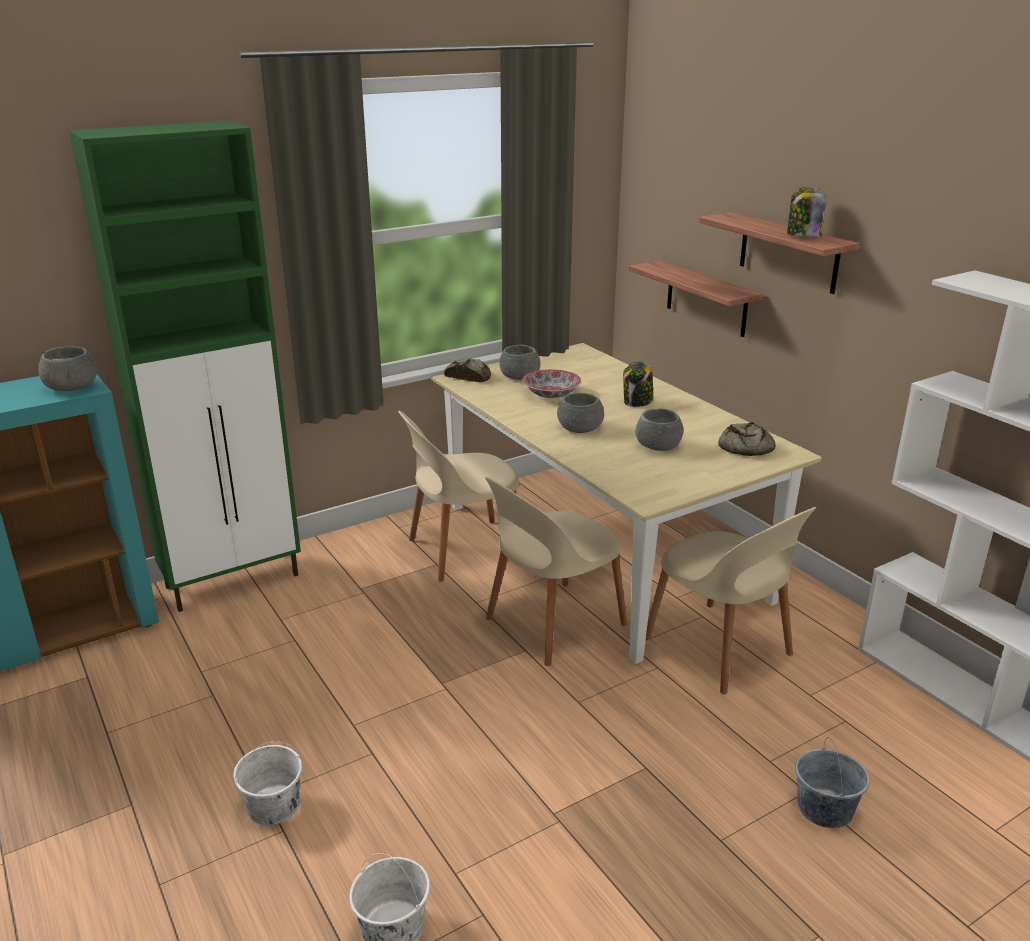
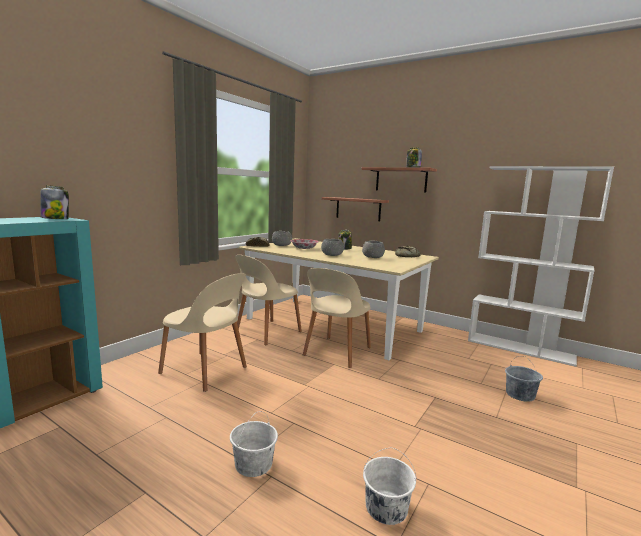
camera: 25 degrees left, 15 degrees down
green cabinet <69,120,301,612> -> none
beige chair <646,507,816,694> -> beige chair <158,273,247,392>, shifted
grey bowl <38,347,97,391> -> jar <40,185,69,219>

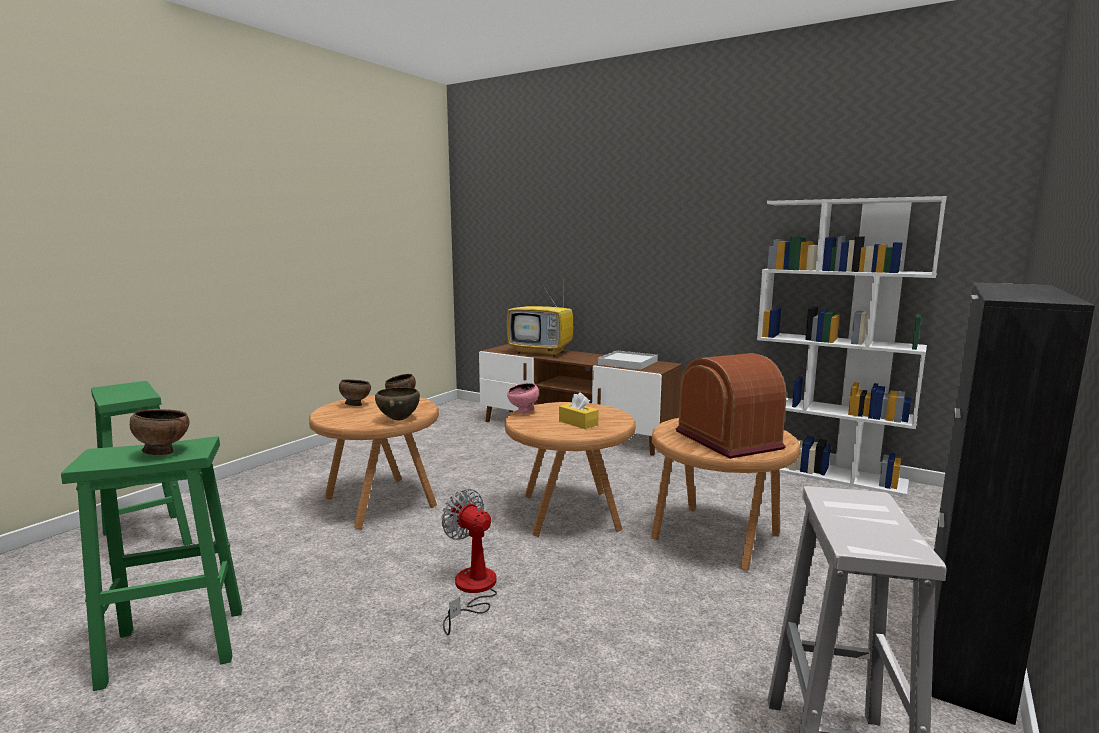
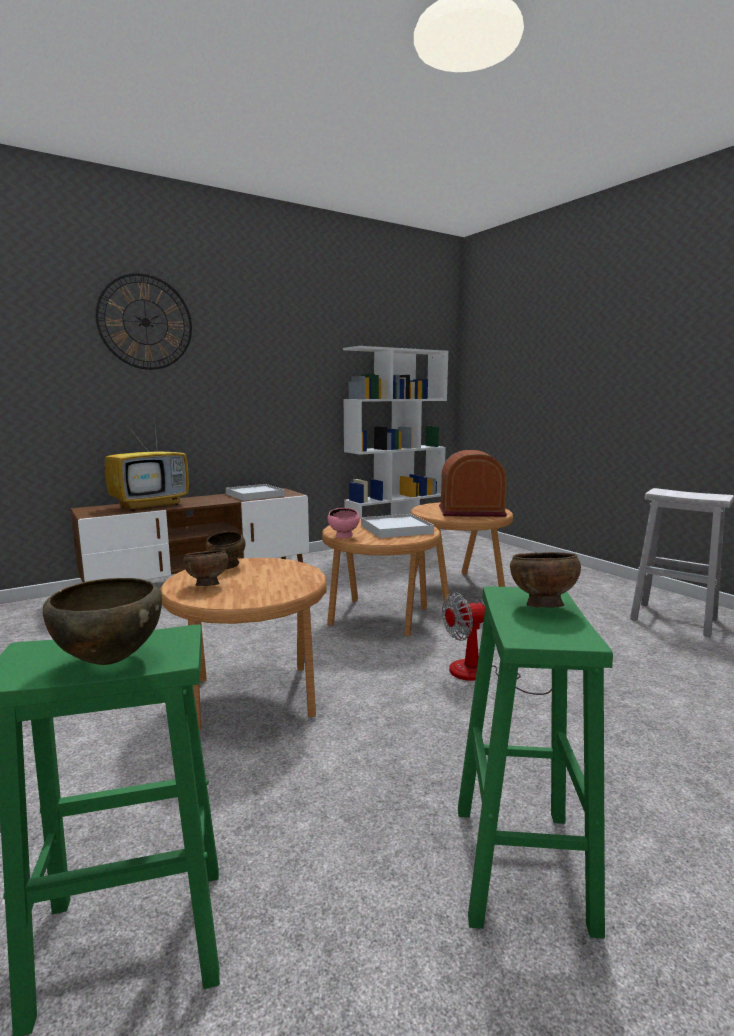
camera: 65 degrees left, 0 degrees up
black cabinet <932,283,1095,725> -> none
none -> wall clock <95,273,192,370>
brown bowl <375,387,420,420> -> brown bowl <43,578,162,665>, shifted
yellow tissue box <559,392,599,429> -> white tray <361,514,434,538>

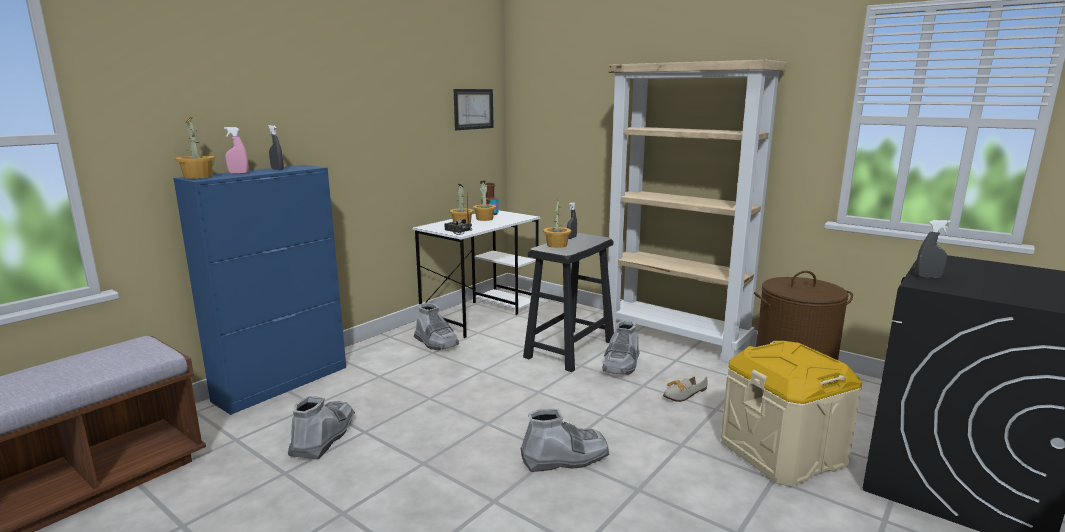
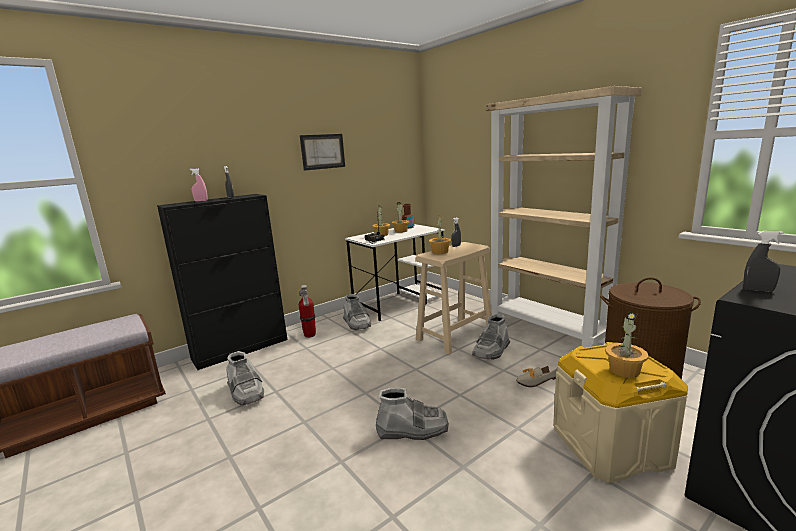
camera: 15 degrees right, 0 degrees up
none -> fire extinguisher <299,285,316,338>
potted plant <175,117,215,179> -> potted plant <605,312,648,378>, shifted
picture <454,89,494,130> -> picture <300,134,345,171>, shifted
blue cabinet <173,165,346,415> -> black cabinet <157,194,287,370>
black stool <523,233,614,372> -> beige stool <415,242,492,354>
grey boot <288,396,355,459> -> grey boot <226,351,264,406>, 120 degrees clockwise

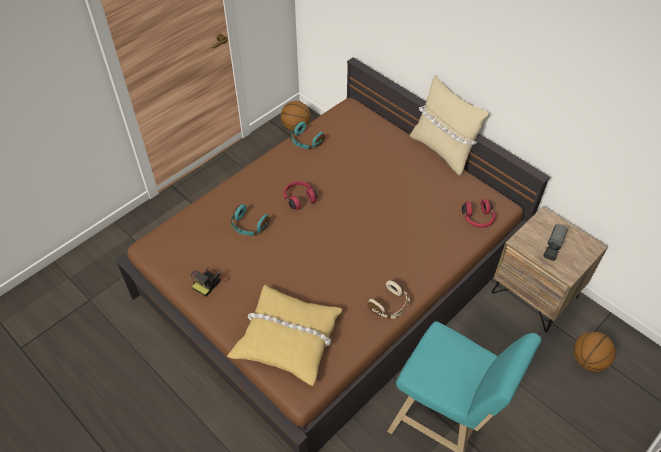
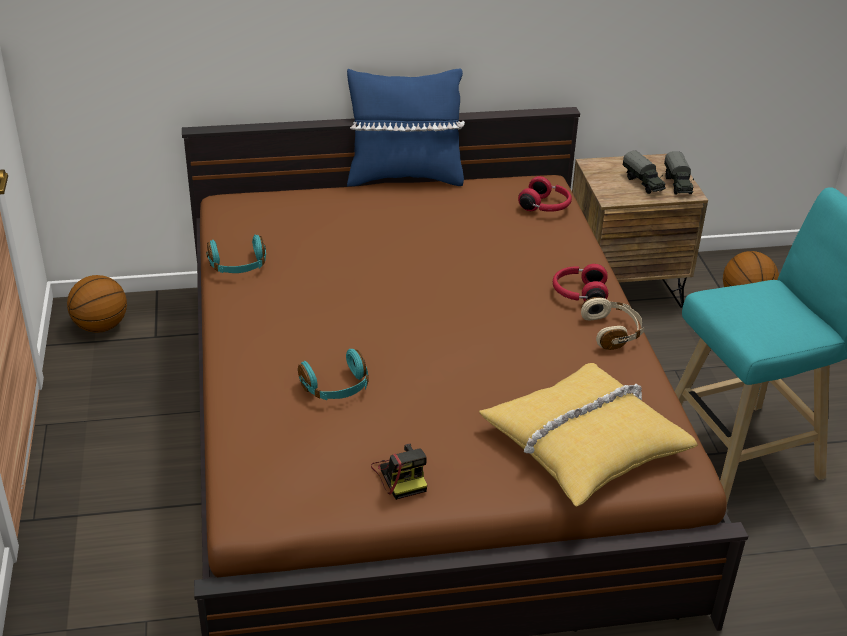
camera: 55 degrees left, 15 degrees down
none -> toy truck <664,151,694,195>
red headphones <284,181,318,210> -> red headphones <553,264,608,301>, shifted
beige pillow <410,75,489,176> -> blue pillow <347,69,465,187>

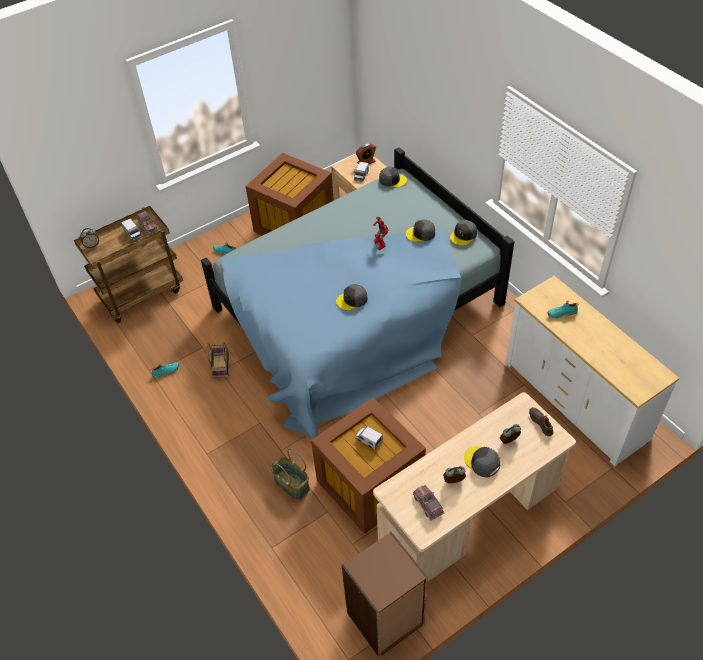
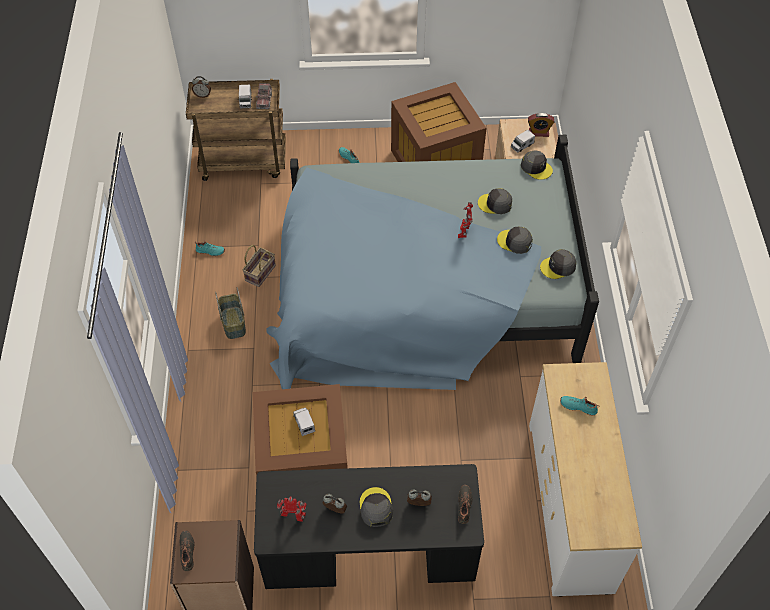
camera: 30 degrees right, 5 degrees up
none -> black shoe <179,530,195,571>
basket <271,448,310,500> -> basket <215,287,246,339>, shifted
grey cap <336,284,368,311> -> grey cap <478,188,512,214>, shifted
toy truck <413,485,444,520> -> toy robot <277,496,307,522>
beige desk <373,392,576,581> -> black desk <254,464,484,589>

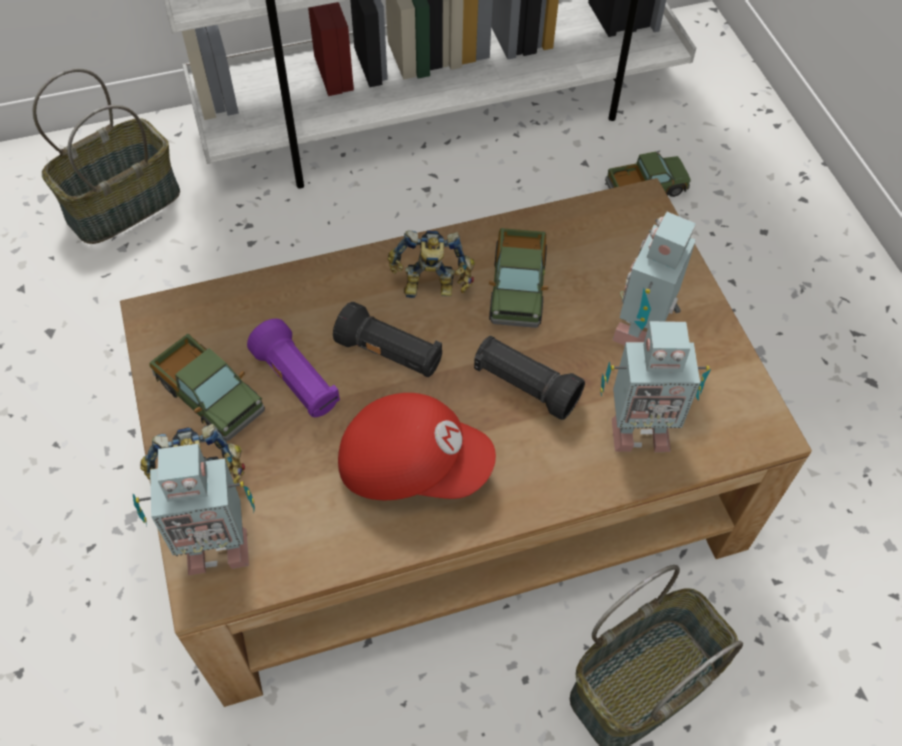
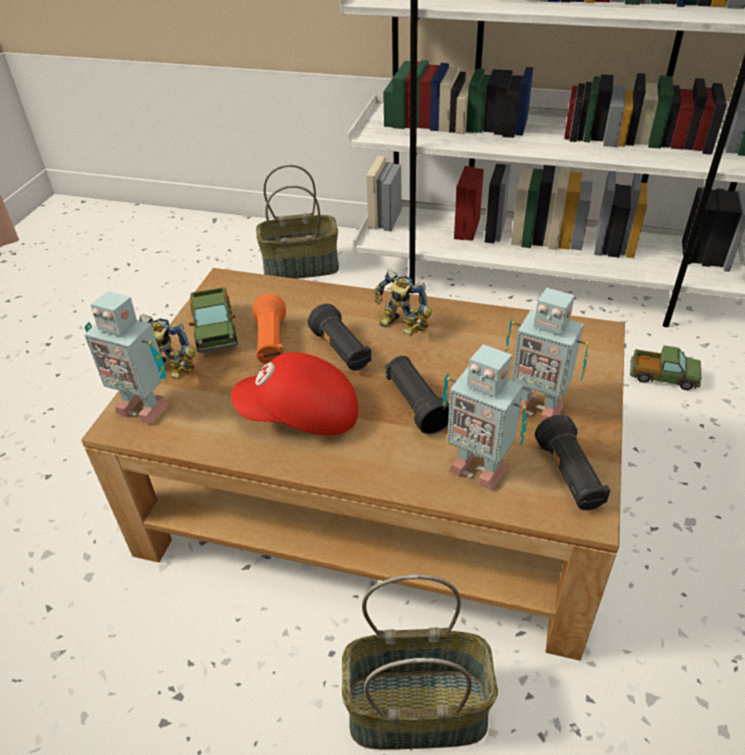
camera: 35 degrees right, 15 degrees down
toy truck <489,228,548,328> -> none
none -> black flashlight <535,415,610,510>
purple flashlight <247,319,340,417> -> orange flashlight <253,294,286,364>
red cap <338,393,496,500> -> red cap <231,352,358,435>, 135 degrees clockwise
toy robot <612,212,696,345> -> toy robot <506,288,589,422>, 120 degrees counterclockwise

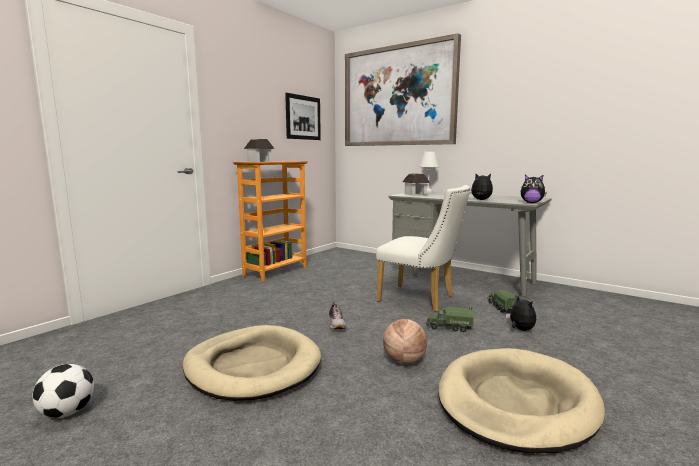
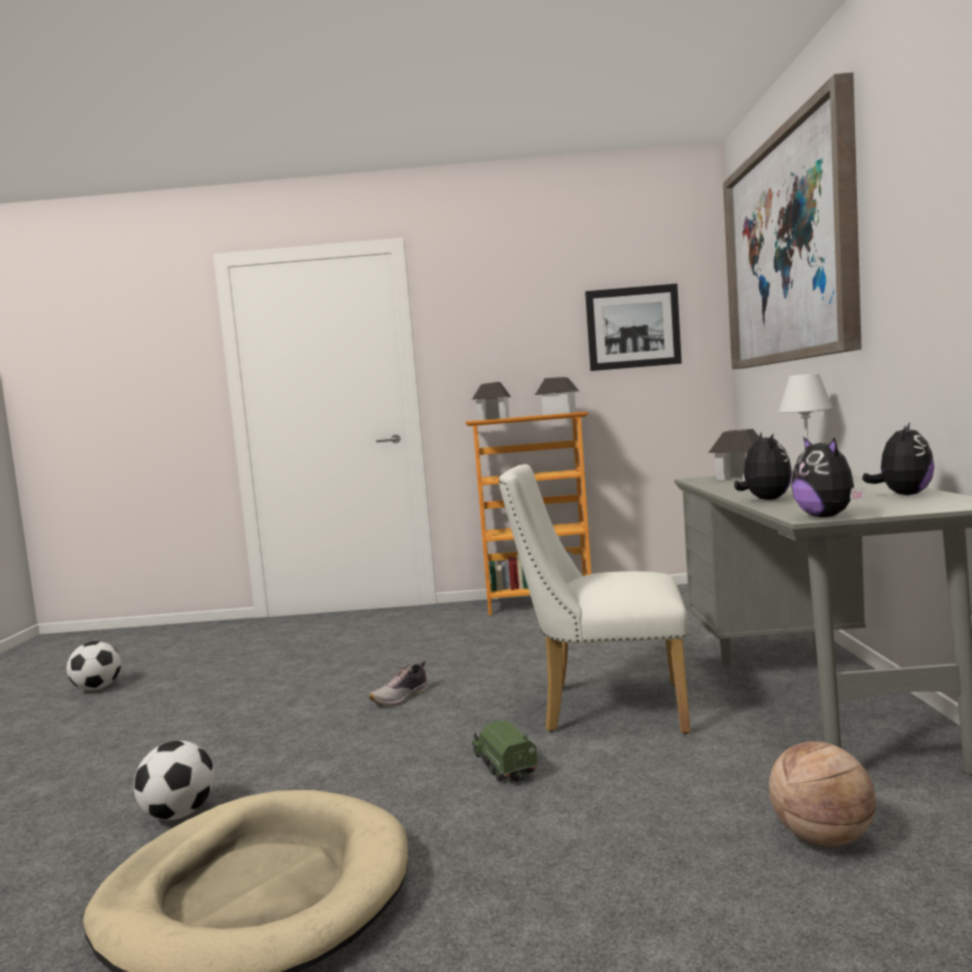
camera: 55 degrees right, 5 degrees down
beige dog bed <182,325,321,401> -> none
toy truck <487,289,518,314> -> none
none -> football <134,741,214,820>
none -> toy house <535,377,579,415>
basketball <383,319,427,364> -> basketball <769,741,876,847>, shifted
plush toy <506,295,536,331> -> plush toy <862,423,934,495>, shifted
white chair <376,185,470,312> -> white chair <499,464,691,734>, 105 degrees clockwise

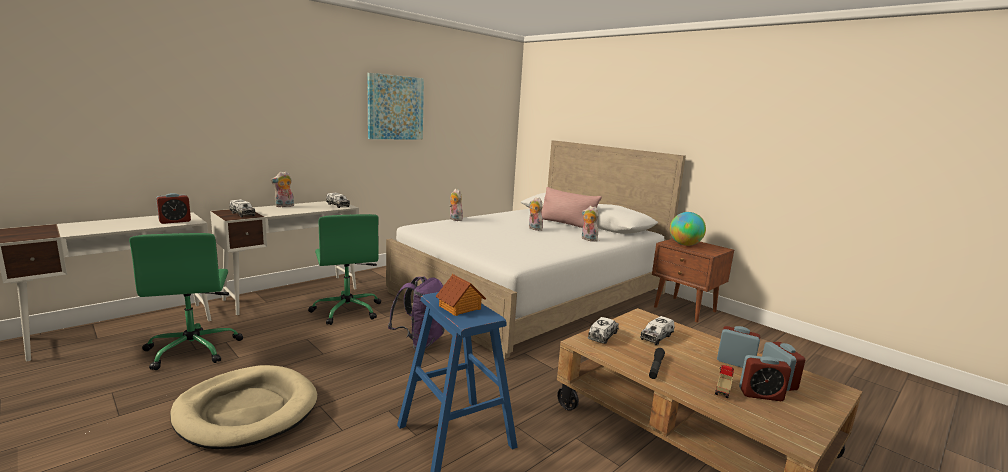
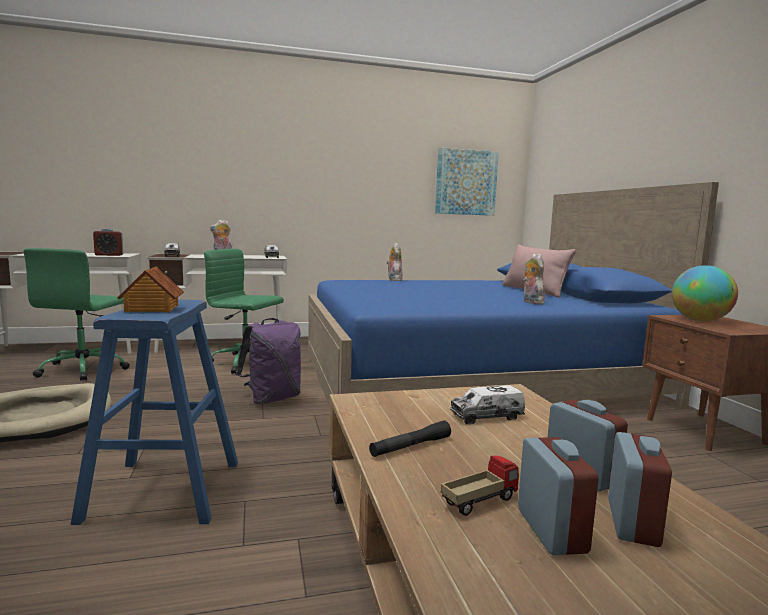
camera: 30 degrees right, 5 degrees down
plush toy <529,197,543,231> -> none
toy truck <588,317,619,344> -> none
picture <367,73,424,139> -> picture <435,147,499,216>, shifted
white bed <386,140,686,359> -> blue bed <308,182,719,409>
green office chair <308,214,381,325> -> green office chair <204,249,284,374>, 105 degrees clockwise
alarm clock <739,355,791,401> -> alarm clock <518,437,599,555>, 135 degrees counterclockwise

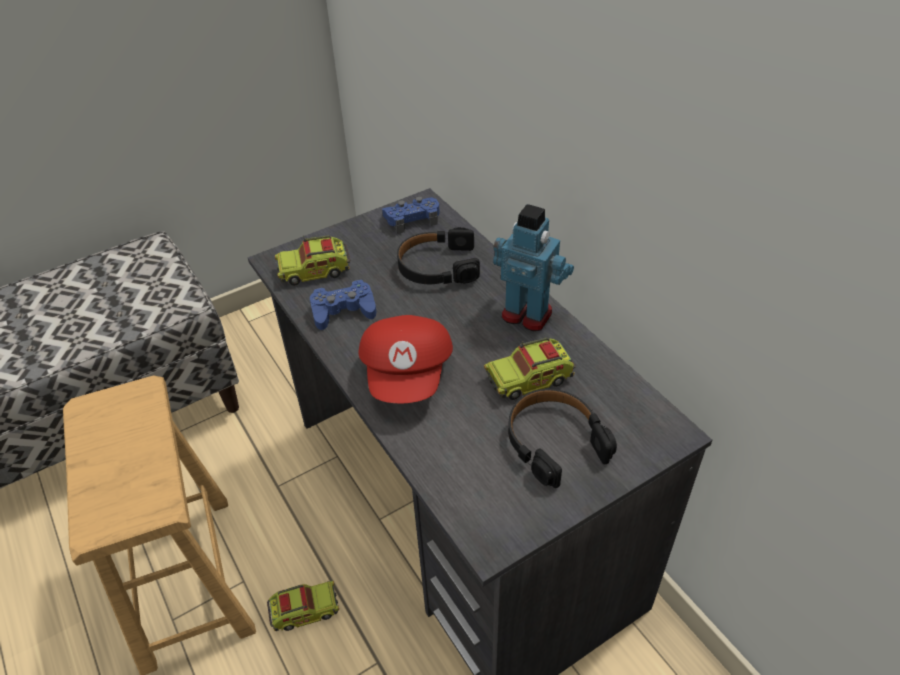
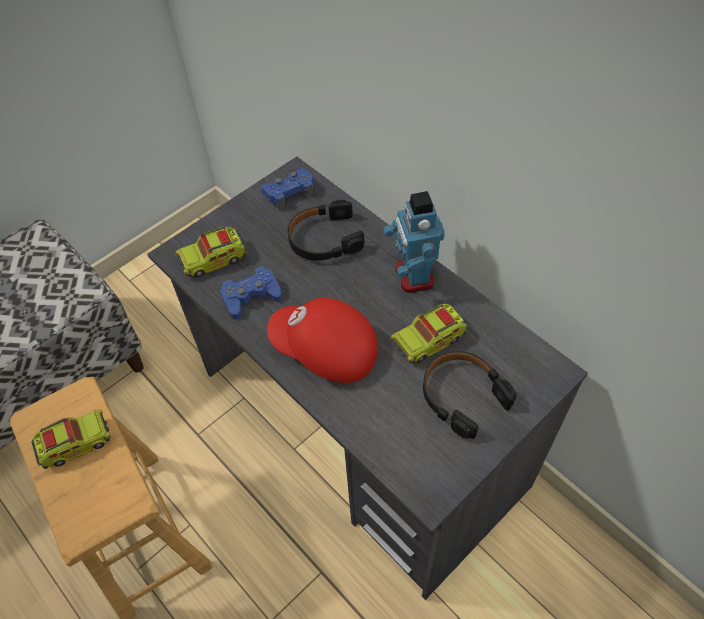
camera: 10 degrees left, 10 degrees up
toy truck <267,581,339,631> -> toy truck <32,409,111,469>, shifted
red cap <359,315,453,403> -> red cap <267,298,378,383>, 120 degrees clockwise
toy robot <493,204,574,331> -> toy robot <383,191,445,293>, 120 degrees counterclockwise

